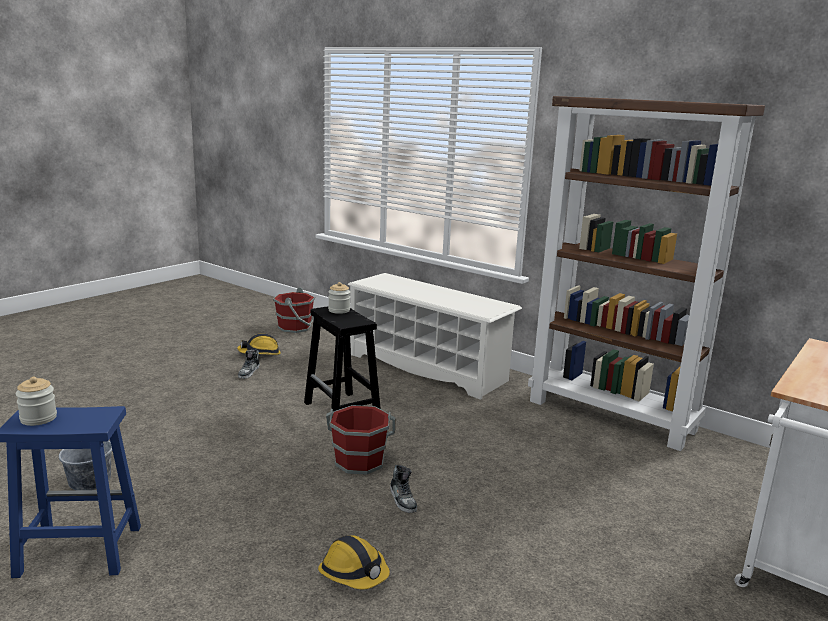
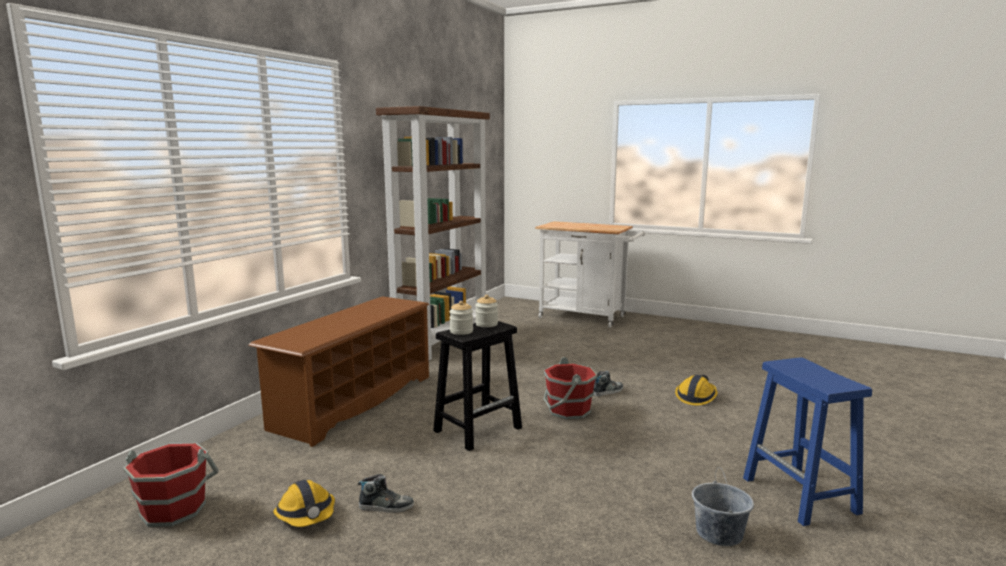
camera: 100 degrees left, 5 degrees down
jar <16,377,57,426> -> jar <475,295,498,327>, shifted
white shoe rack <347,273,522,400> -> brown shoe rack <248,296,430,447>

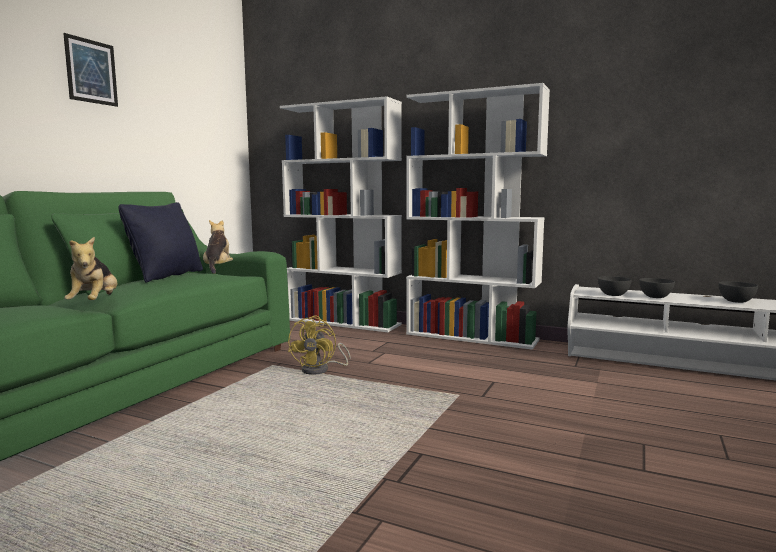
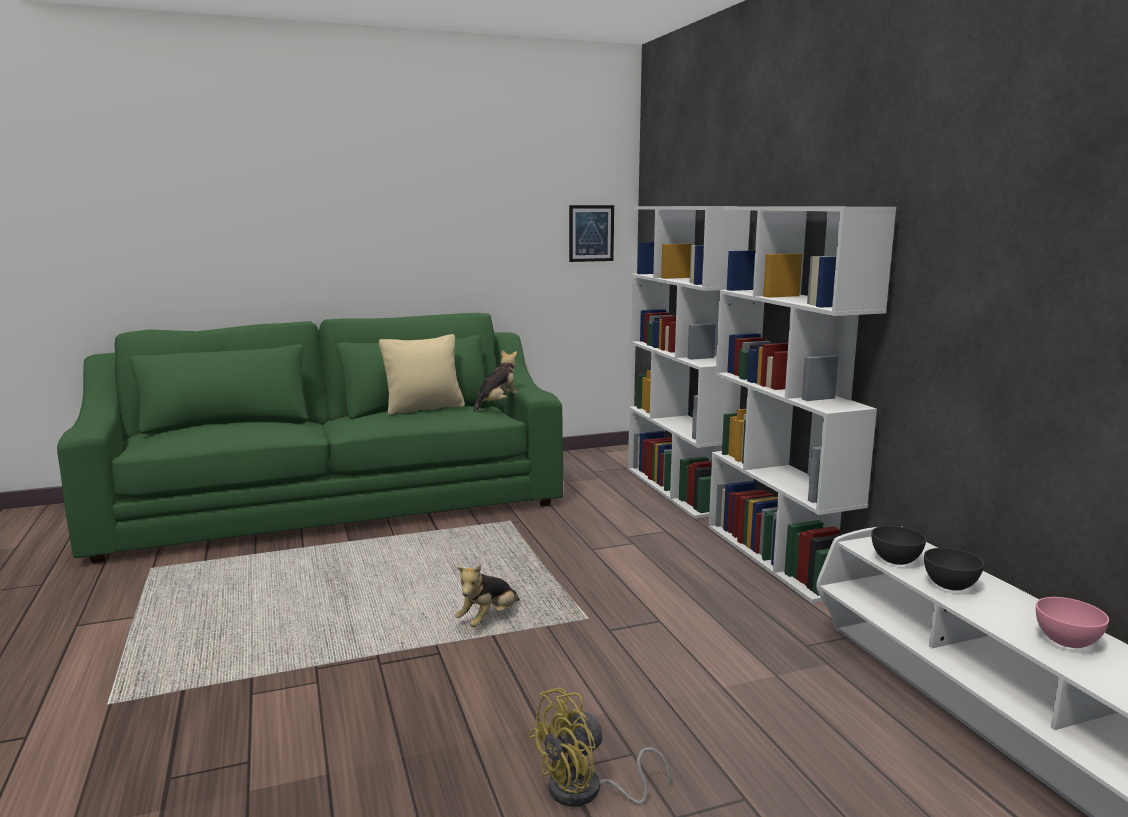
camera: 45 degrees right, 5 degrees up
picture <63,33,118,107> -> picture <569,205,614,262>, shifted
plush toy <64,237,117,300> -> plush toy <455,565,519,627>, shifted
yellow fan <288,316,351,375> -> yellow fan <527,687,670,807>, shifted
black pillow <118,202,203,282> -> beige pillow <379,334,465,415>
grey bowl <719,281,758,303> -> pink bowl <1036,597,1109,648>

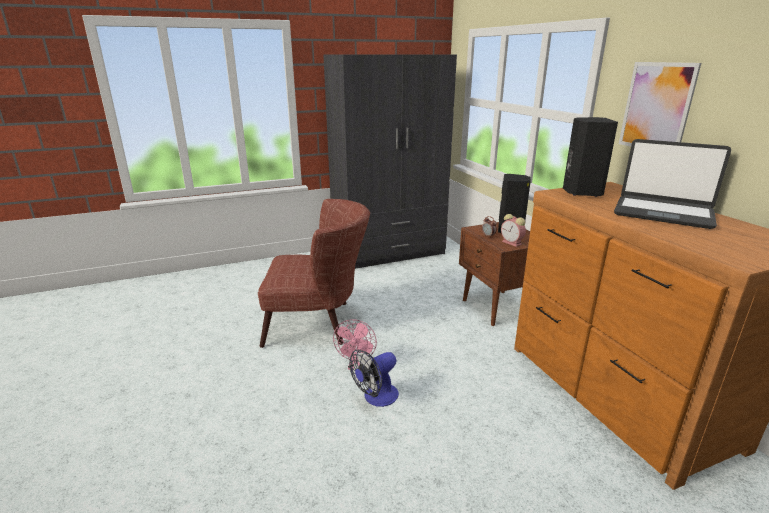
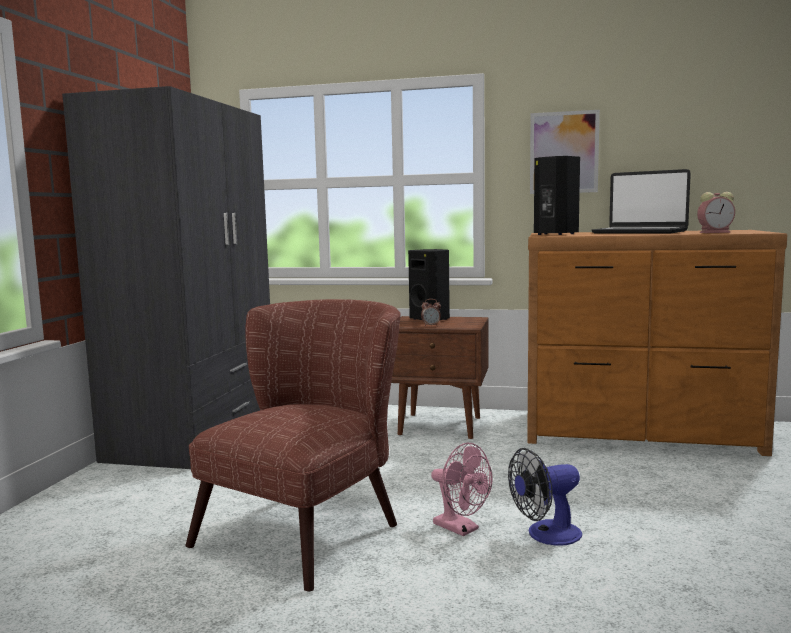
camera: 55 degrees left, 15 degrees down
alarm clock <501,214,526,247> -> alarm clock <697,192,735,233>, shifted
fan <349,350,399,407> -> fan <508,448,582,545>, 75 degrees clockwise
laptop <614,139,731,229> -> laptop <592,169,691,234>, 60 degrees clockwise

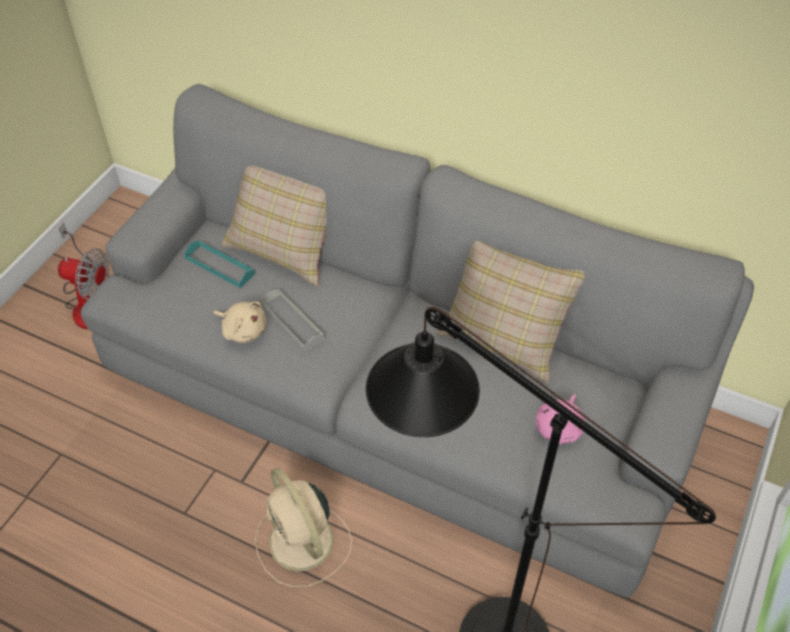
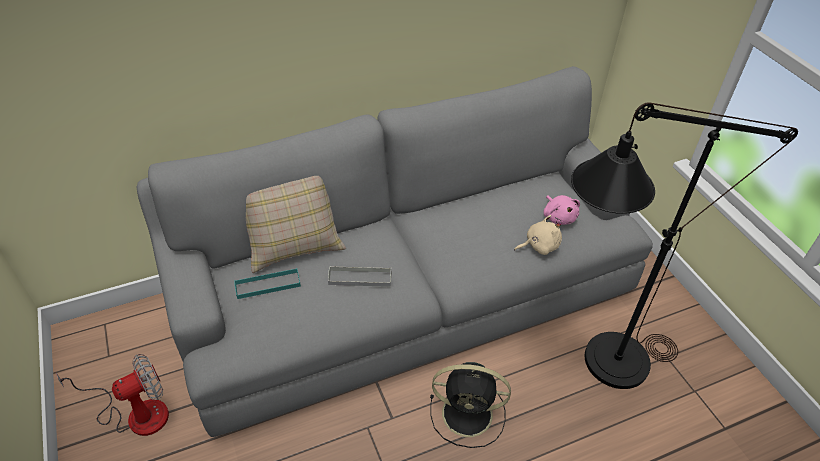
camera: 50 degrees left, 5 degrees down
beige pillow <437,241,585,383> -> none
beige plush toy <213,302,266,343> -> beige plush toy <514,215,562,255>, shifted
beige fan <255,467,352,588> -> black fan <430,362,511,448>

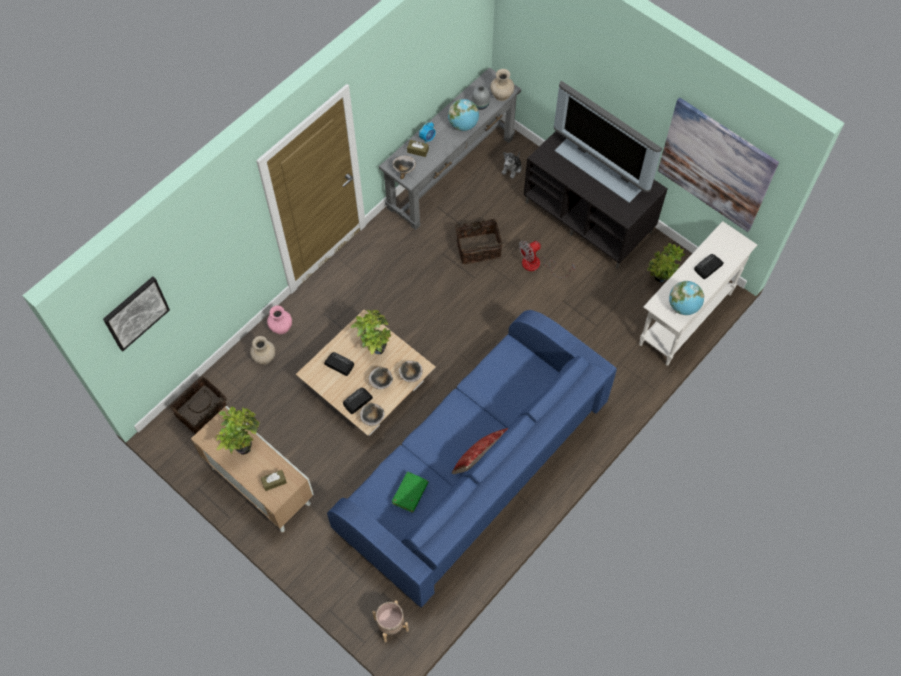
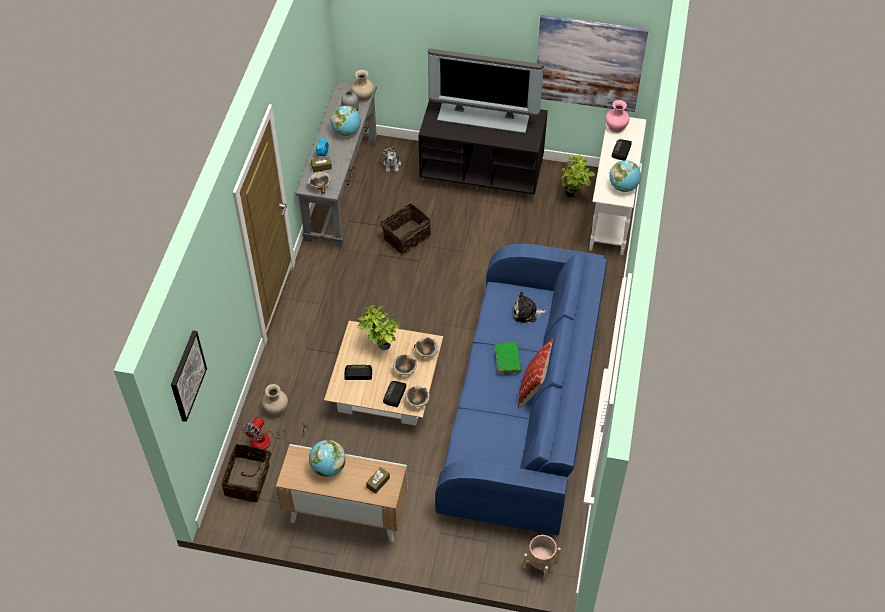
camera: 30 degrees left, 10 degrees down
none -> plush toy <514,291,547,323>
pink vase <267,306,292,334> -> pink vase <605,100,630,133>, shifted
green book <392,472,429,513> -> green book <495,342,521,375>, shifted
fan <519,241,575,278> -> fan <241,417,308,450>, shifted
potted plant <215,407,260,455> -> globe <309,440,346,477>

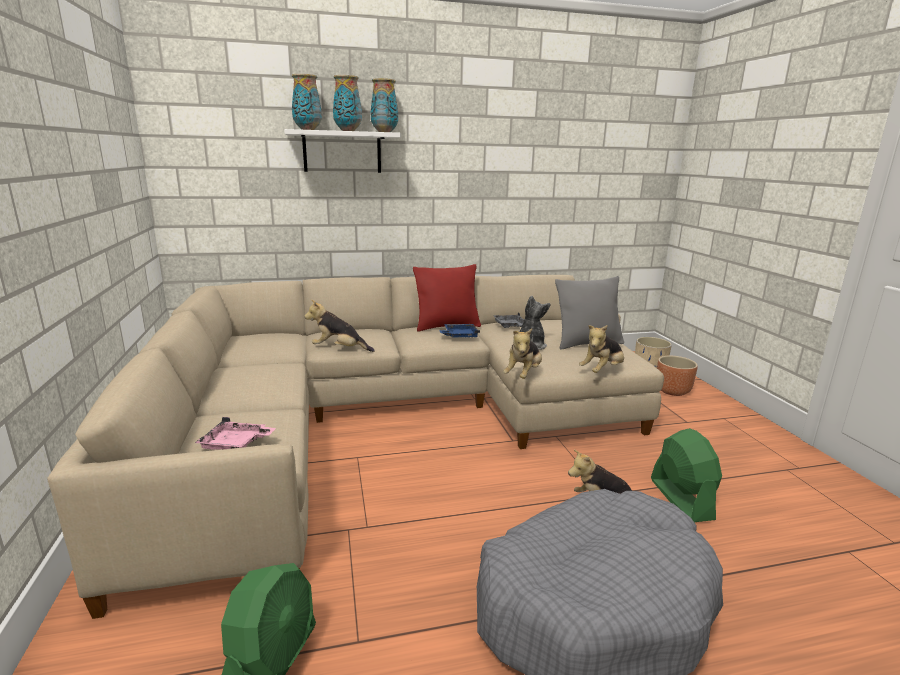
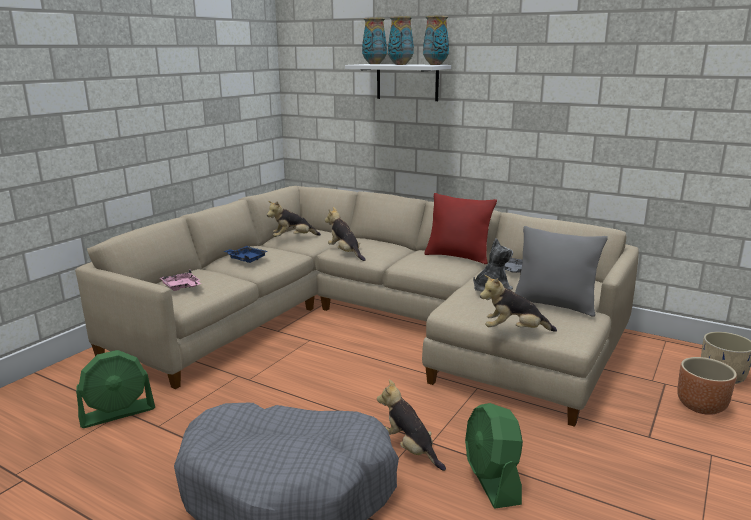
camera: 45 degrees right, 0 degrees up
blue tray <439,324,480,338> -> blue tray <223,246,268,263>, shifted
plush toy <503,329,542,379> -> plush toy <267,201,321,237>, shifted
green fan <651,428,722,522> -> green fan <465,403,523,509>, 135 degrees clockwise

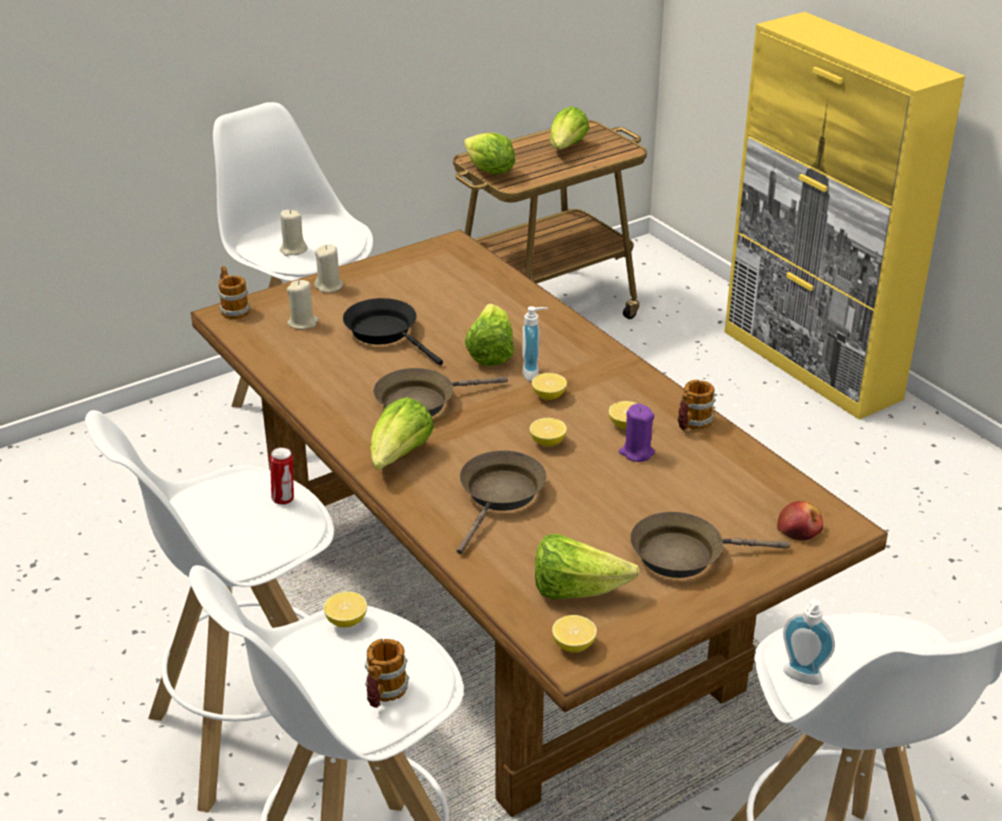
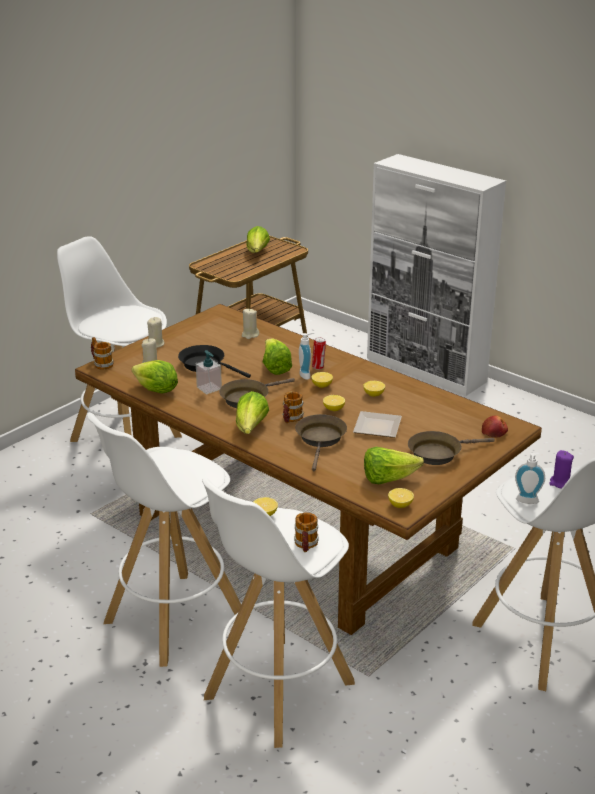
camera: 15 degrees left, 5 degrees down
none -> soap dispenser <196,350,222,394>
none -> plate <353,411,402,438>
can <270,447,294,505> -> can <312,337,326,370>, shifted
beige candle <280,210,307,256> -> beige candle <242,308,259,339>, shifted
lettuce <464,133,515,175> -> lettuce <132,360,178,394>, shifted
purple candle <619,403,655,462> -> purple candle <549,450,574,489>, shifted
mug <678,380,716,431> -> mug <282,392,304,424>, shifted
yellow cabinet <725,12,965,420> -> white cabinet <367,154,506,396>

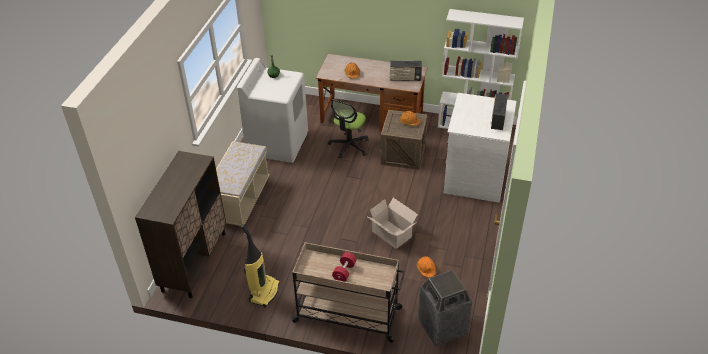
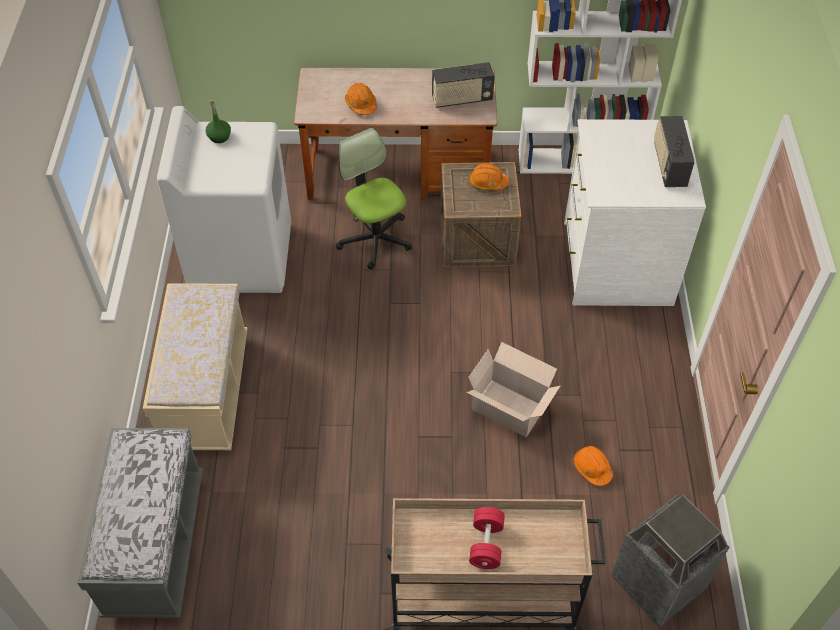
camera: 15 degrees left, 10 degrees up
vacuum cleaner <241,224,280,307> -> none
brown cabinet <135,151,227,298> -> grey bench <77,428,203,618>
office chair <328,100,369,159> -> office chair <336,128,412,270>, 135 degrees clockwise

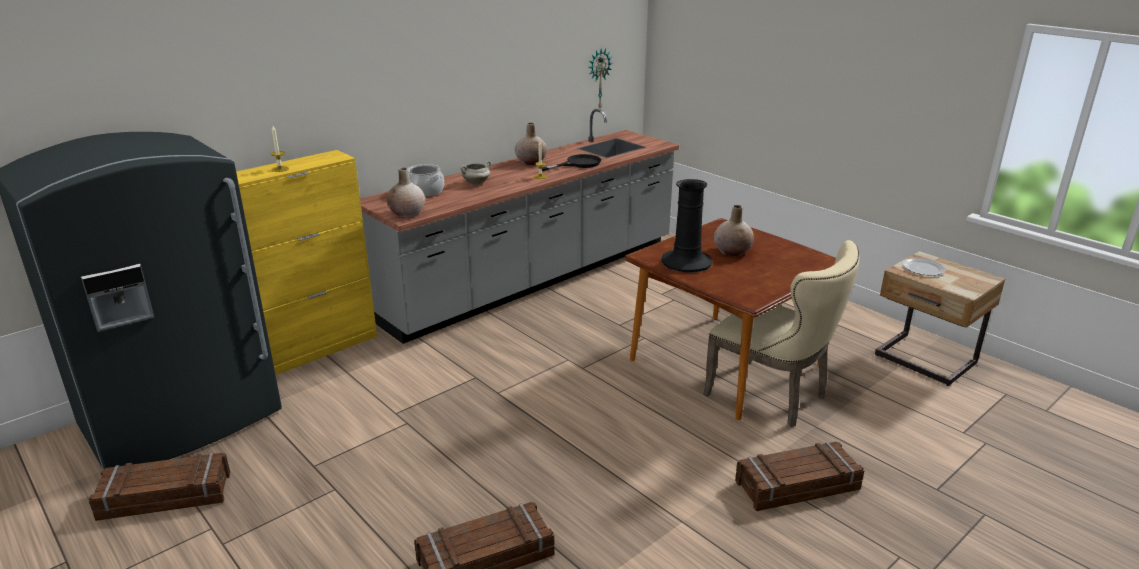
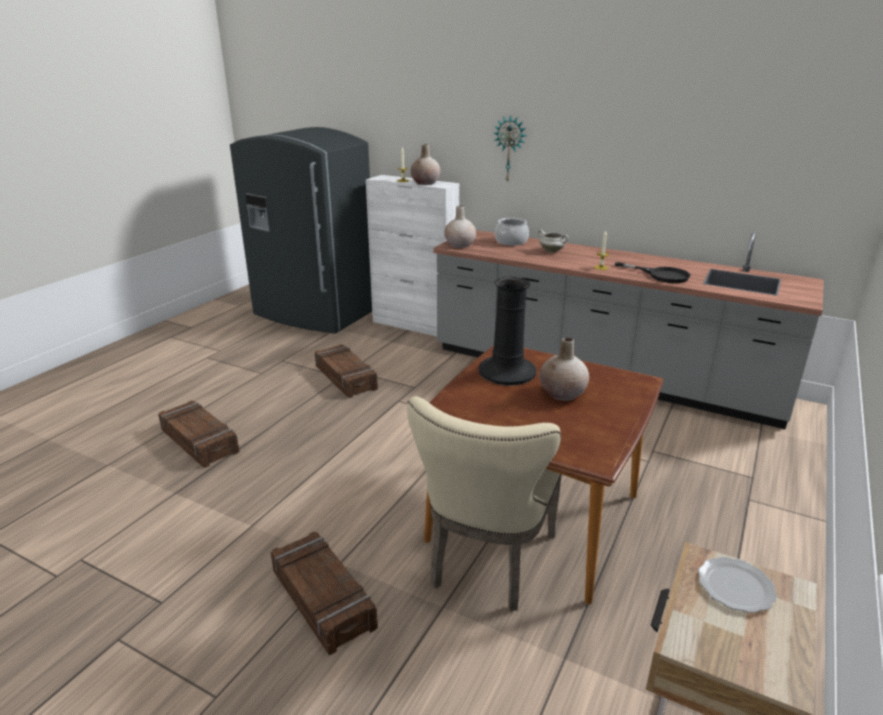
camera: 70 degrees right, 0 degrees up
crate <89,453,230,521> -> crate <315,344,378,398>, shifted
beige vase <515,123,547,165> -> beige vase <410,144,441,185>, shifted
wall clock <588,48,613,108> -> wall clock <493,115,526,183>, shifted
yellow cabinet <236,150,377,375> -> white cabinet <366,175,459,336>

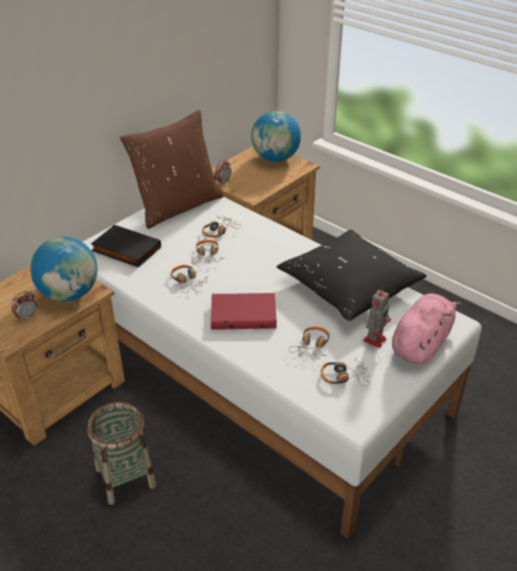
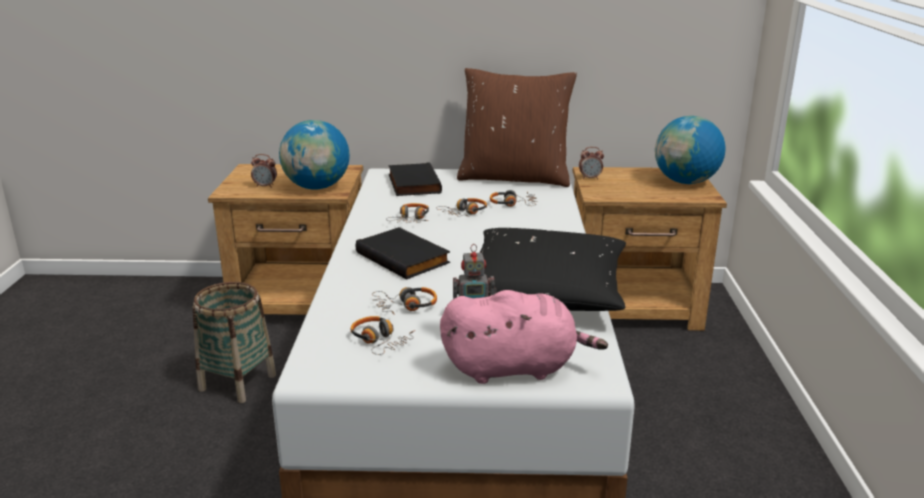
camera: 50 degrees right, 15 degrees down
red book <211,293,277,329> -> black book <355,227,450,279>

